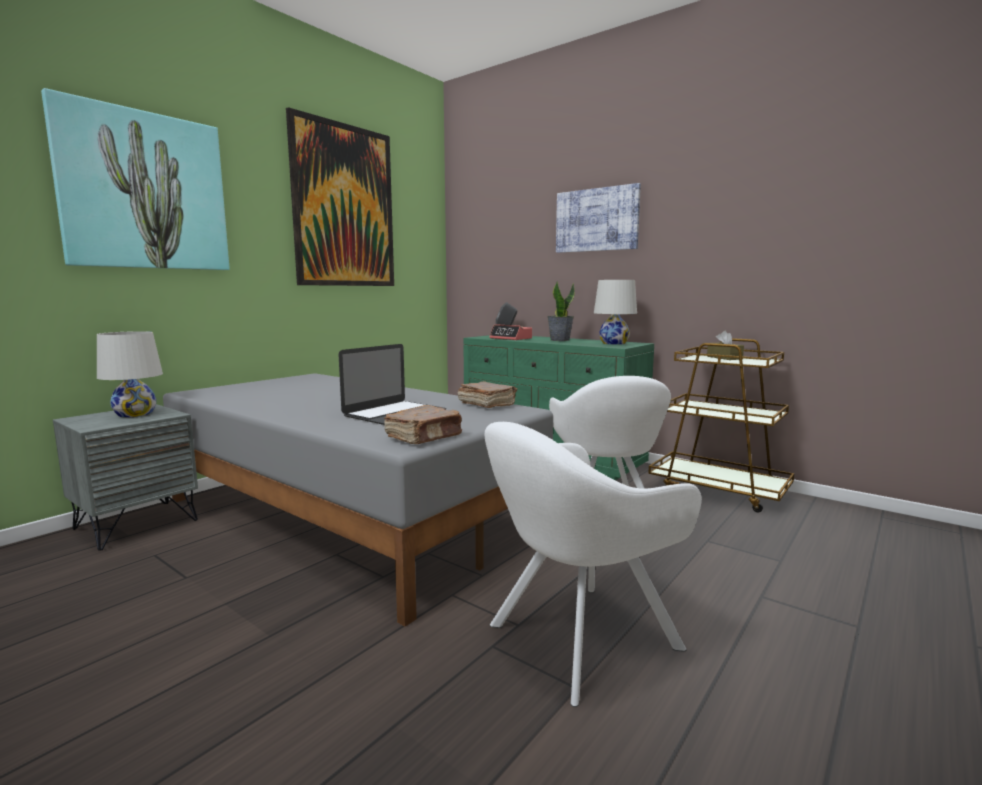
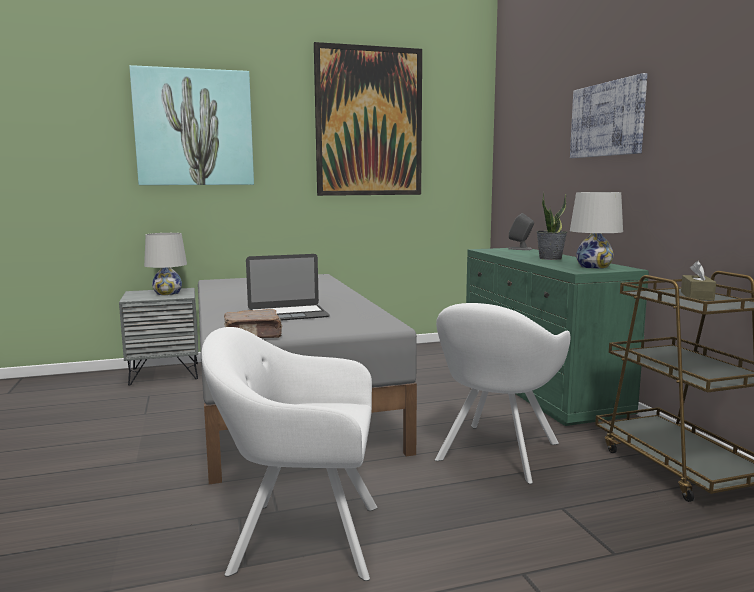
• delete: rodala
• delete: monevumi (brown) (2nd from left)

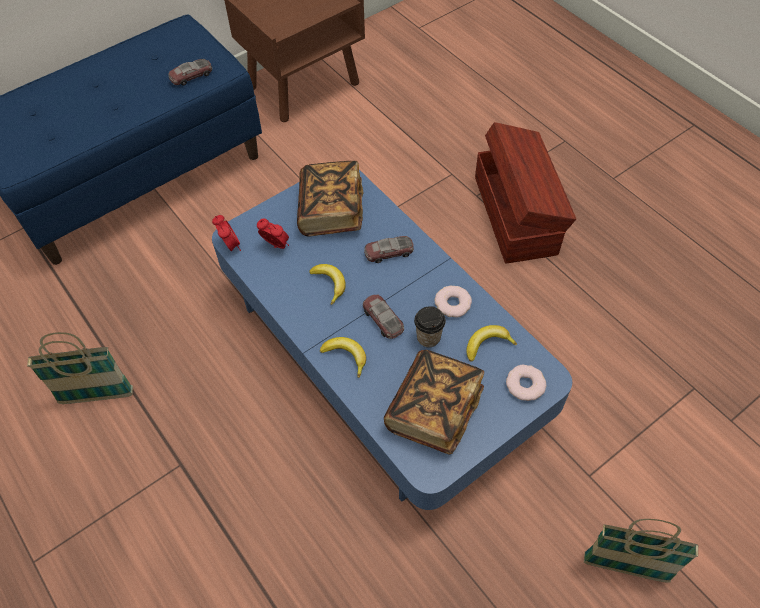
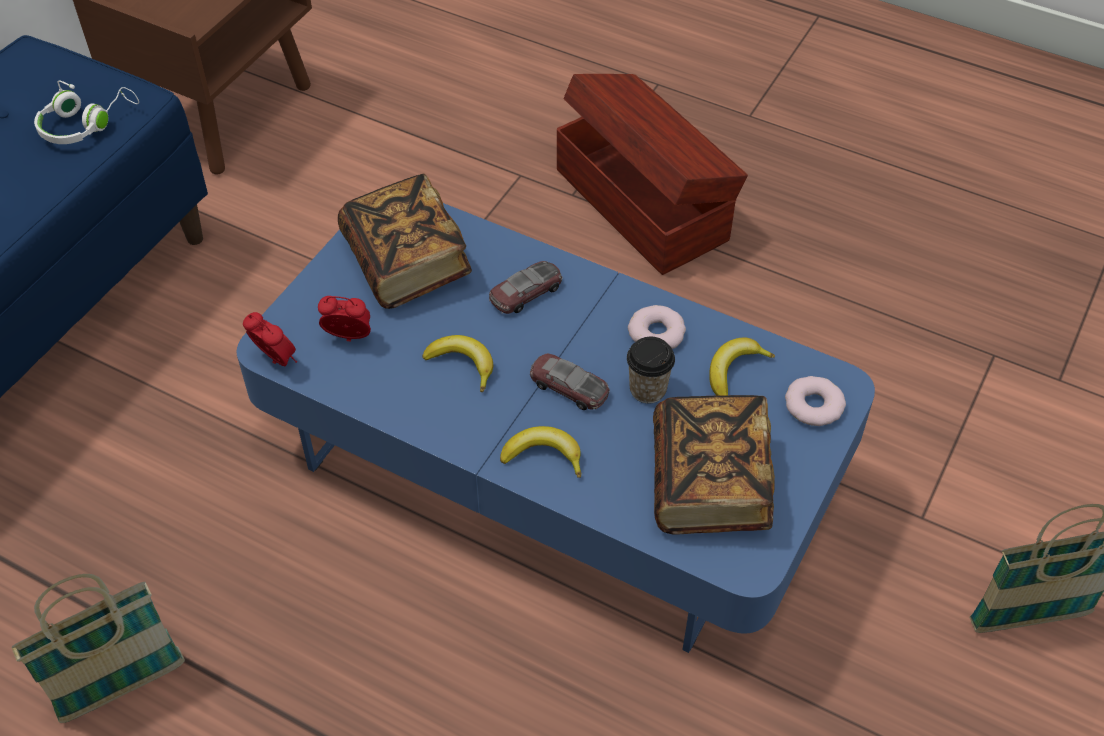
• replace: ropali (1st from left) to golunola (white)

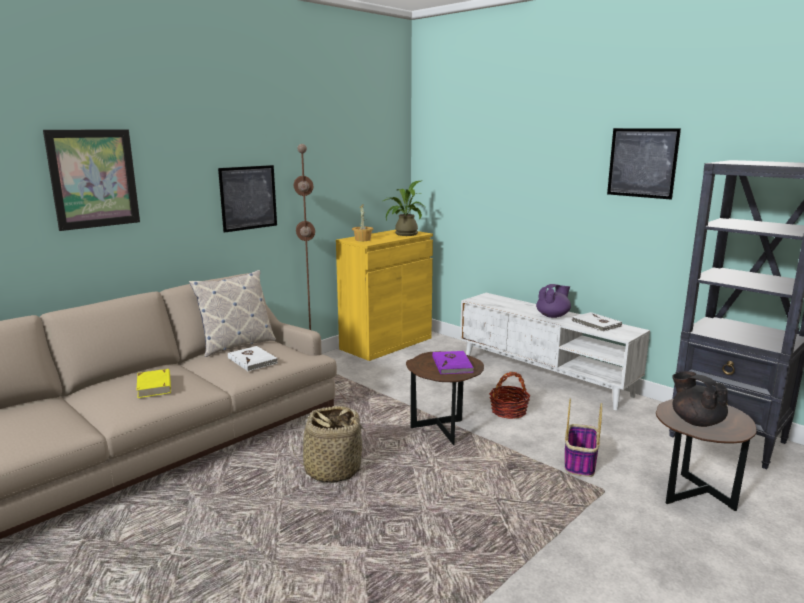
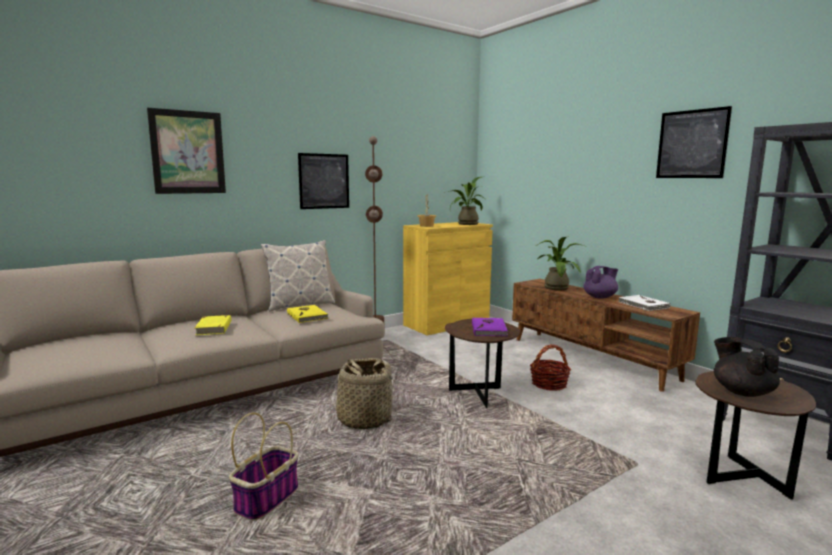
• recolor: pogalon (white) to pogalon (brown)
• recolor: monevumi (white) (1st from left) to monevumi (yellow) (2nd from left)
• move: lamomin (3rd from left in the first image) to lamomin (1st from left)
• insert: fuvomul (3rd from left)

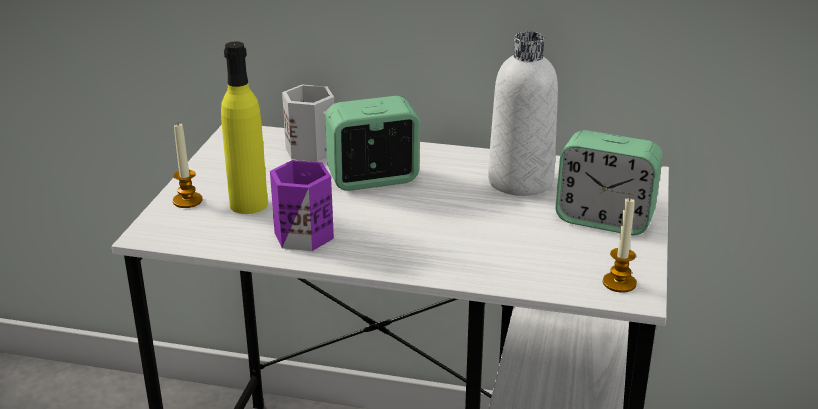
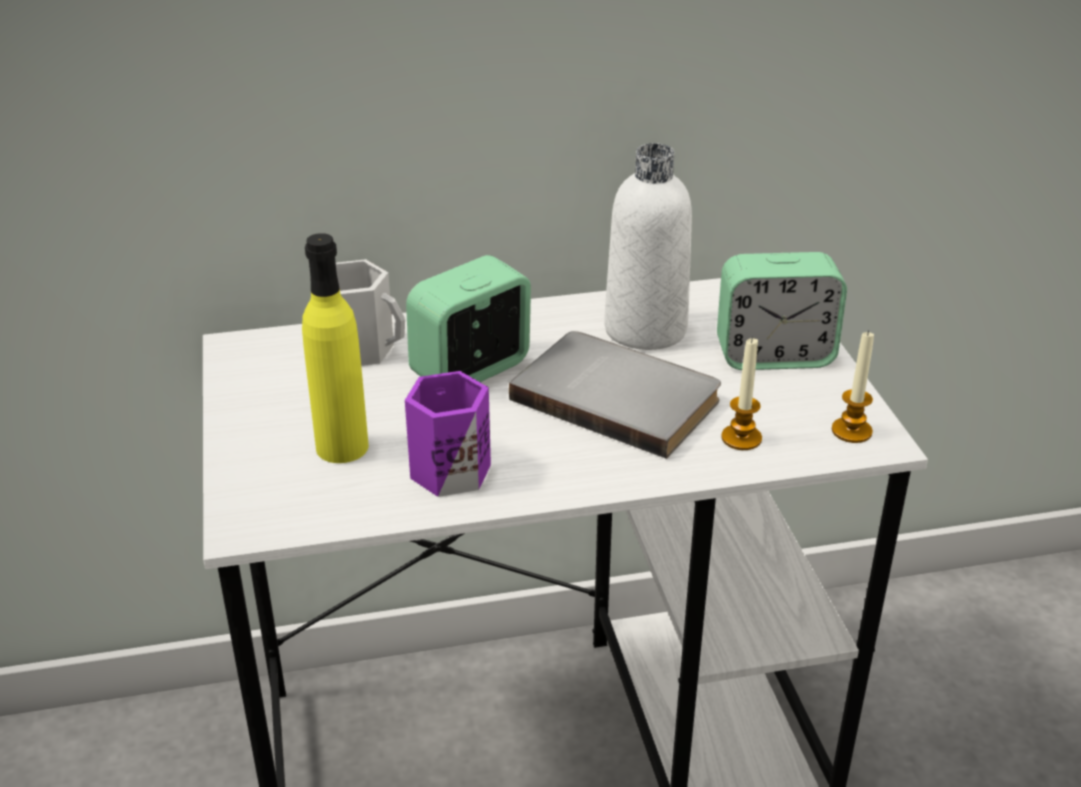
• move: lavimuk (1st from left)
• insert: monevumi (grey)

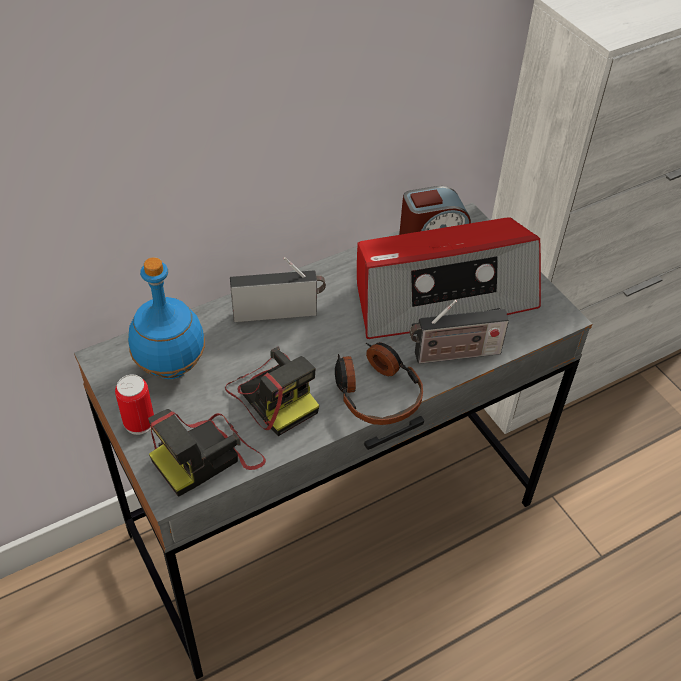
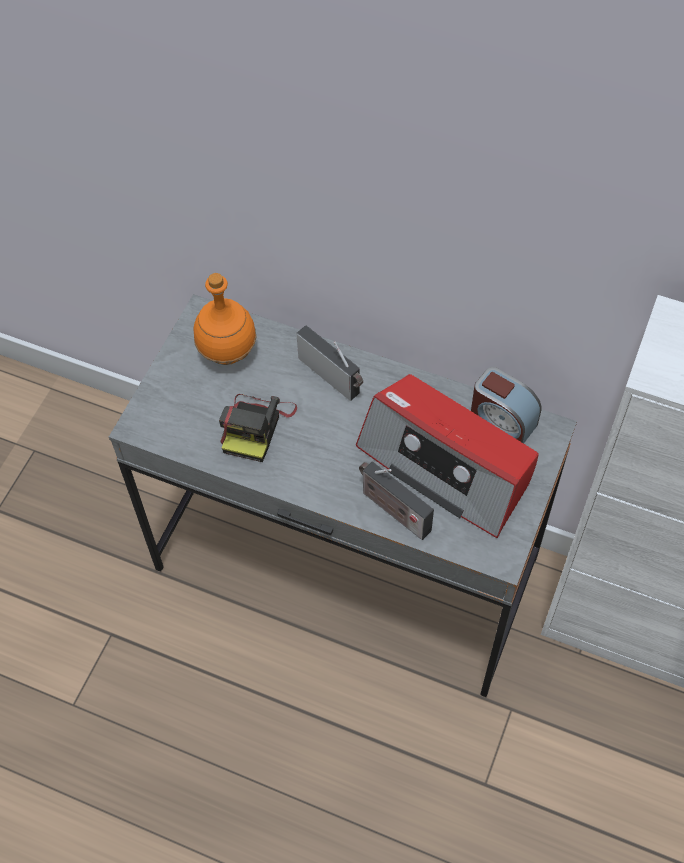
• recolor: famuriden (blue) to famuriden (orange)
• delete: golunola
• delete: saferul
• delete: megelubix (1st from left)

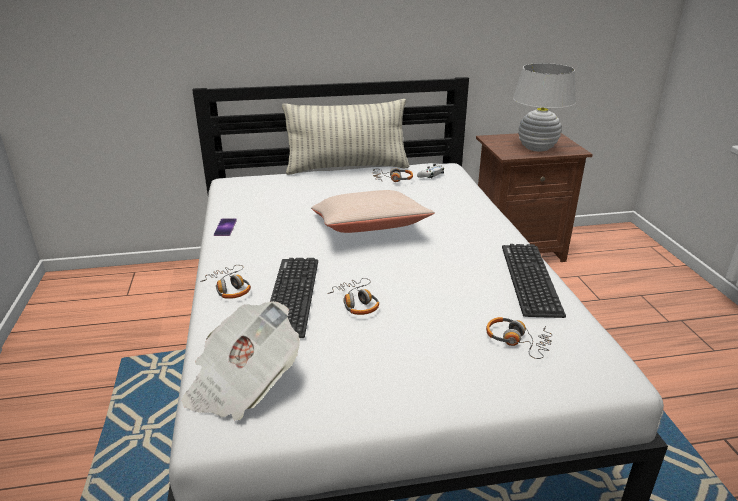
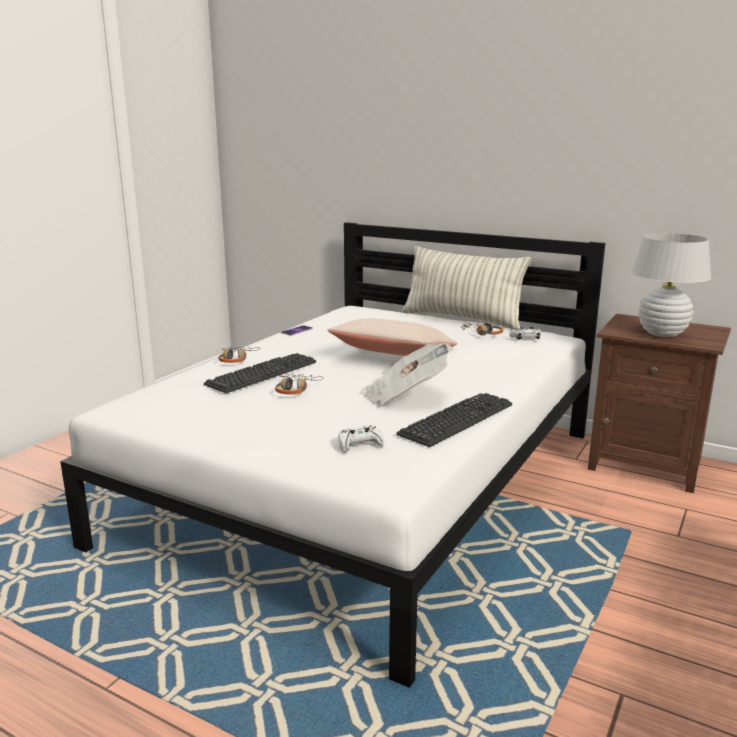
• move: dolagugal
• replace: golunola (4th from left) to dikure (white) (1st from left)

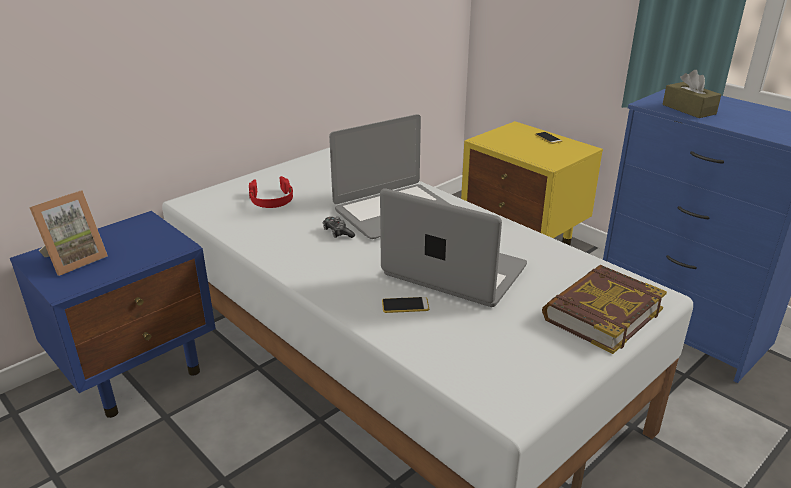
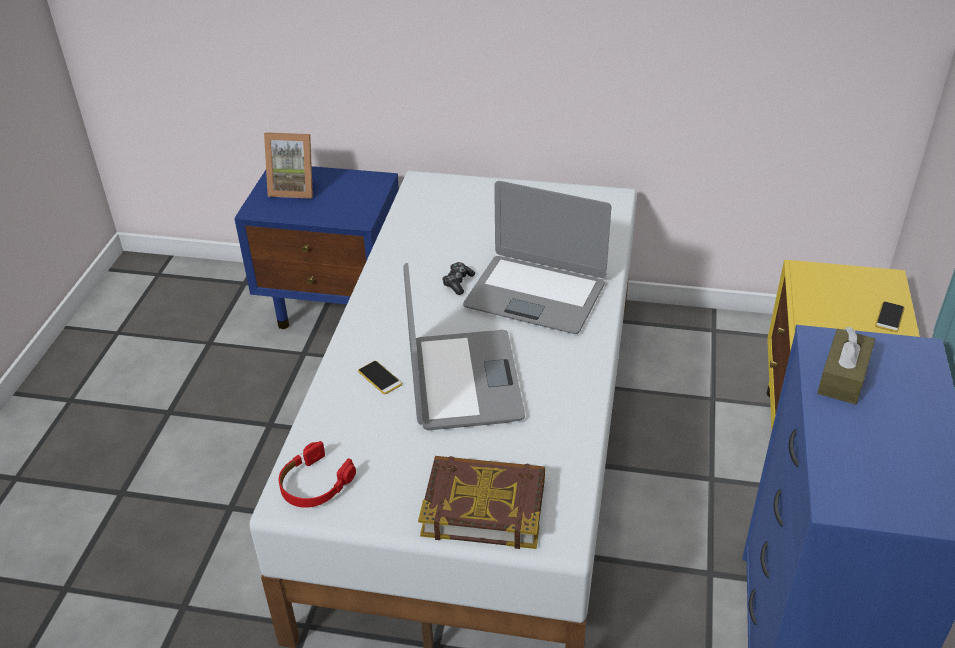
• move: golunola (red)

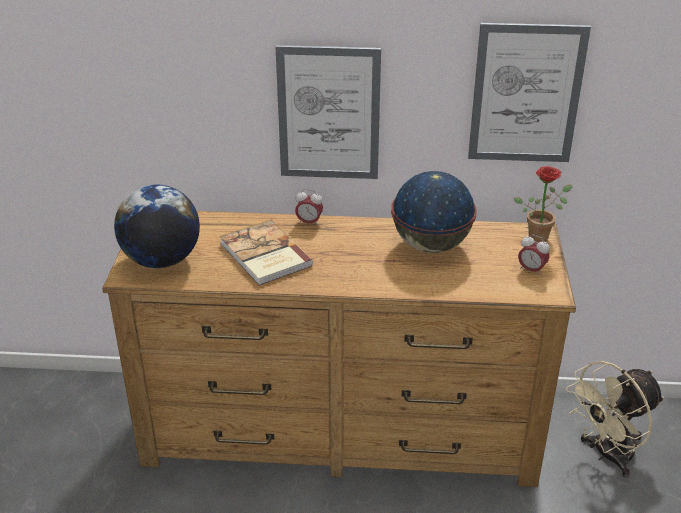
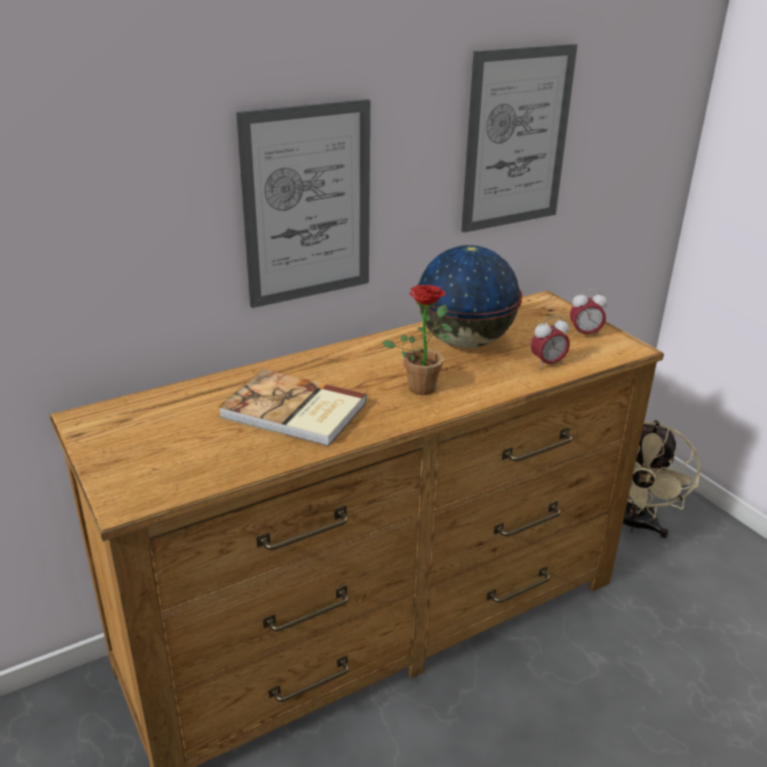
• move: fuvomul
• delete: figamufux (1st from left)
• move: rodala (1st from left)

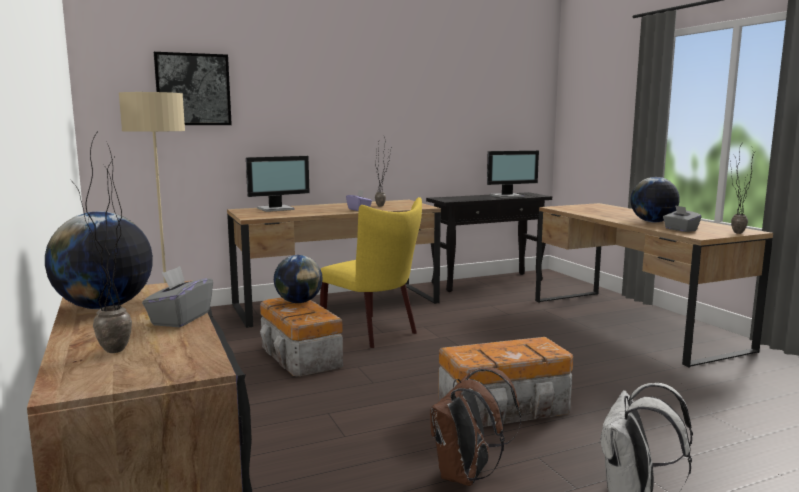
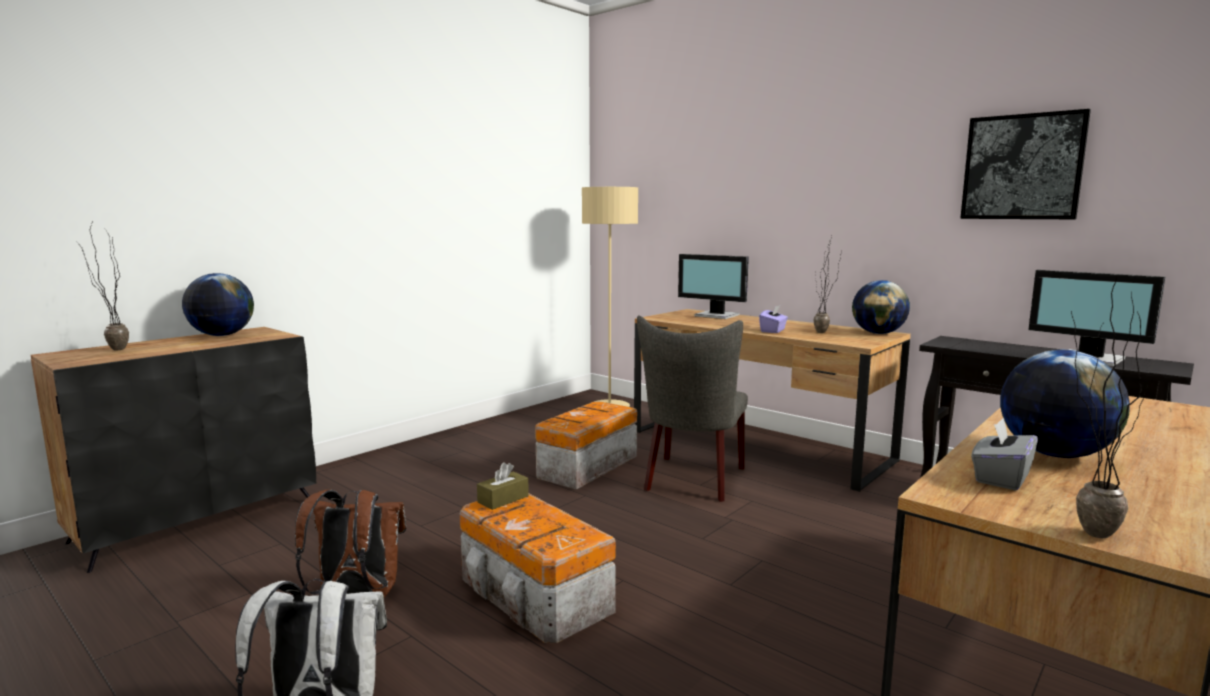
• move: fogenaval
• recolor: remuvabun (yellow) to remuvabun (grey)
• move: figamufux (2nd from left)
• delete: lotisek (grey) (1st from left)
• insert: lotisek (brown)

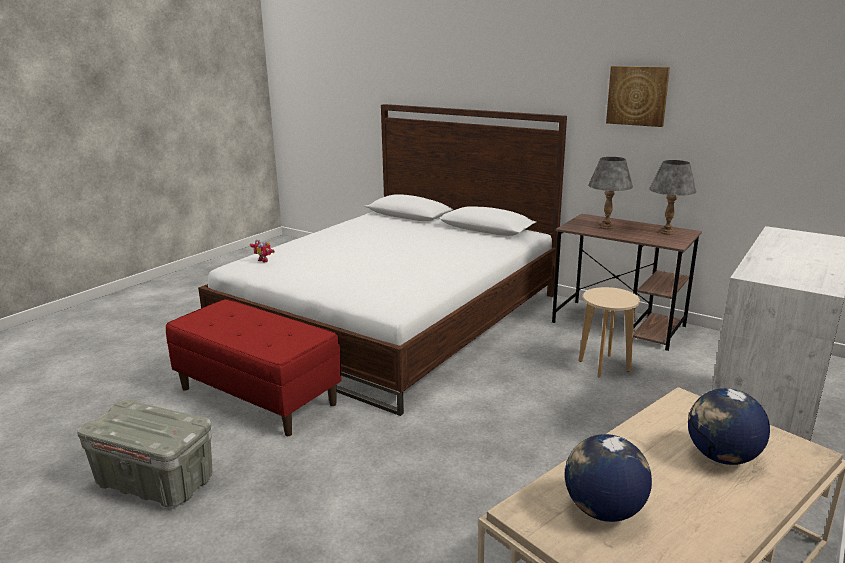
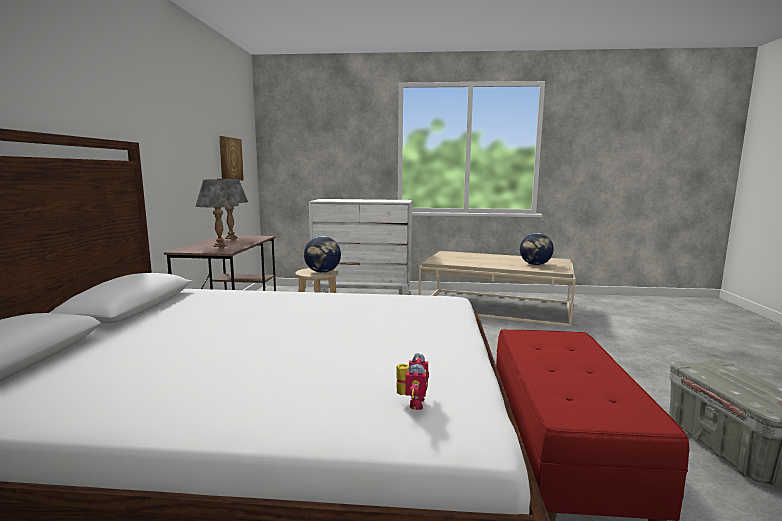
• move: fogenaval
• move: figamufux (2nd from left in the first image) to figamufux (1st from left)

